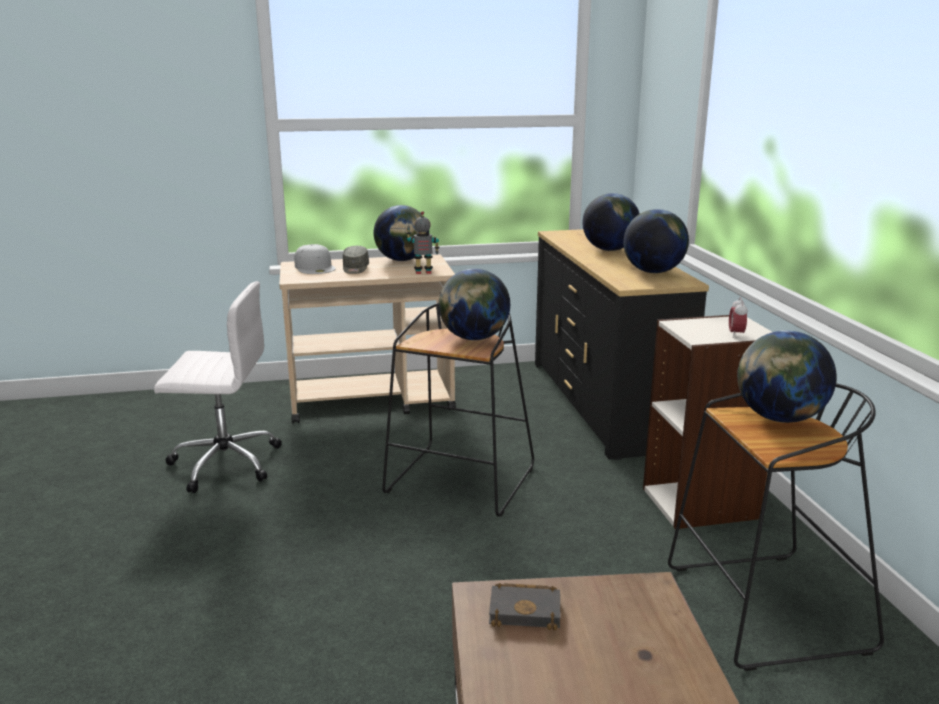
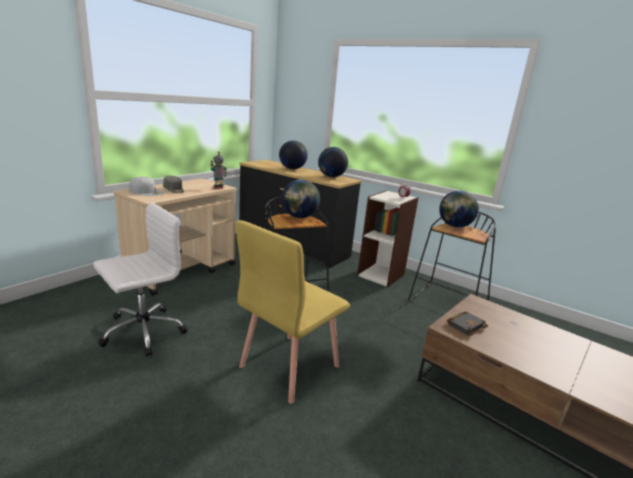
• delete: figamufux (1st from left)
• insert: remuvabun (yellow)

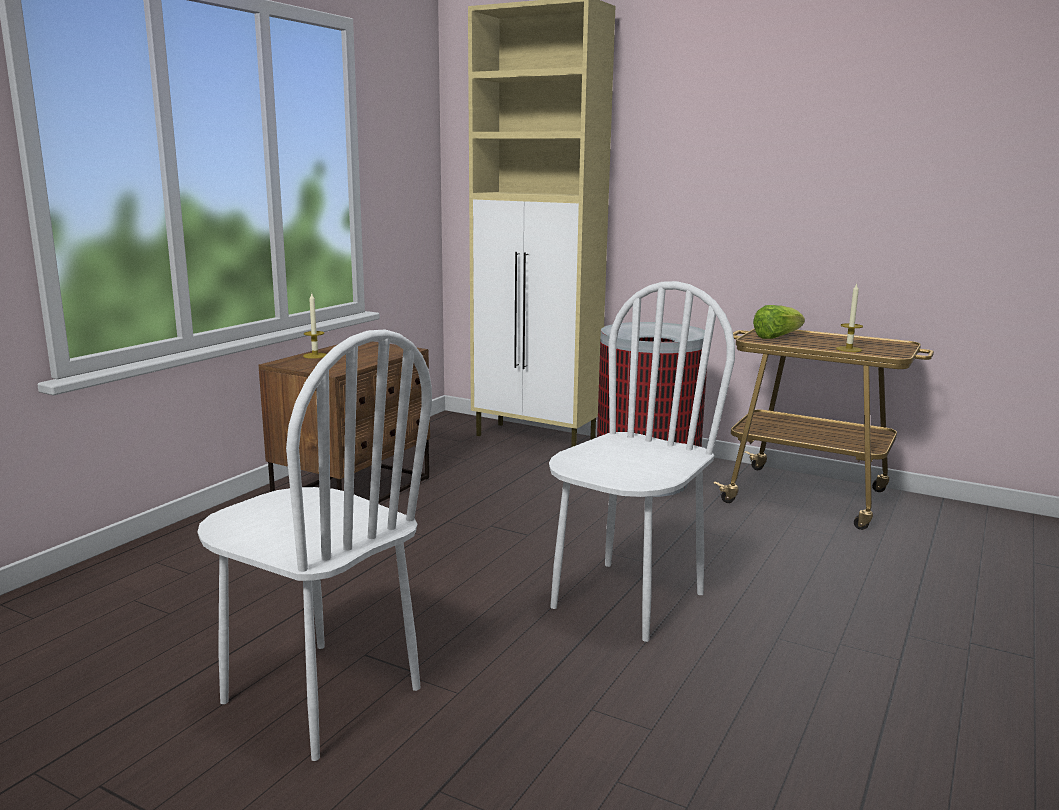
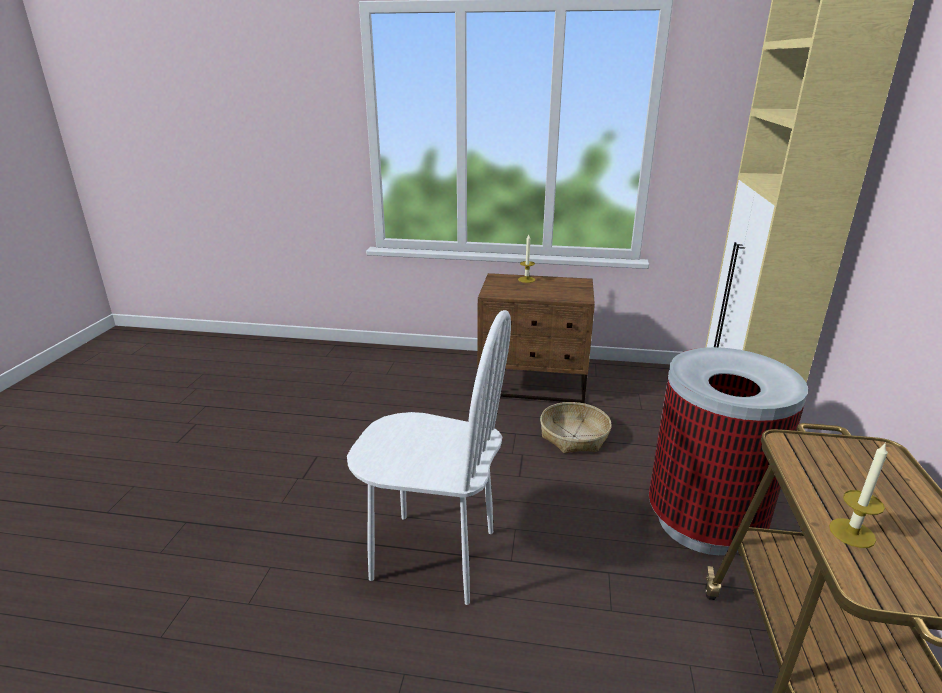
• delete: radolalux
• delete: remuvabun (white) (1st from left)
• insert: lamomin

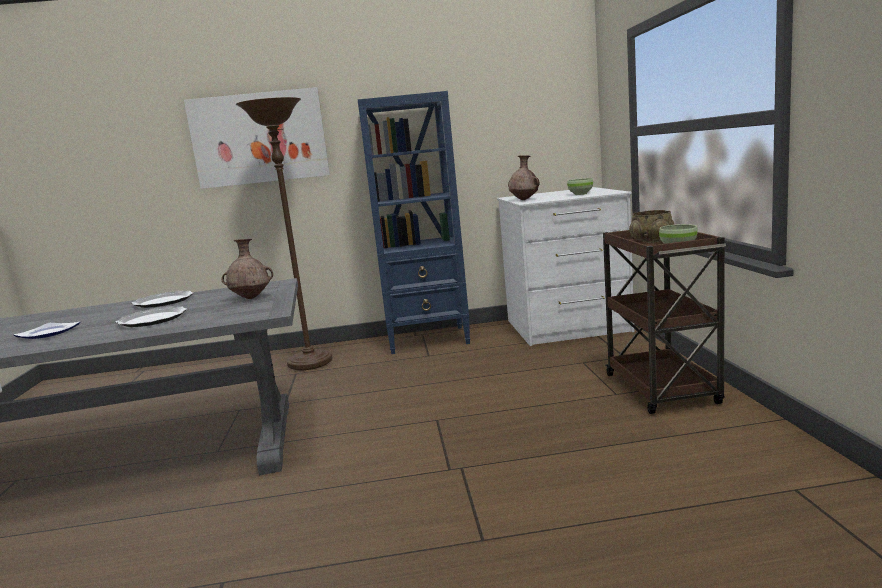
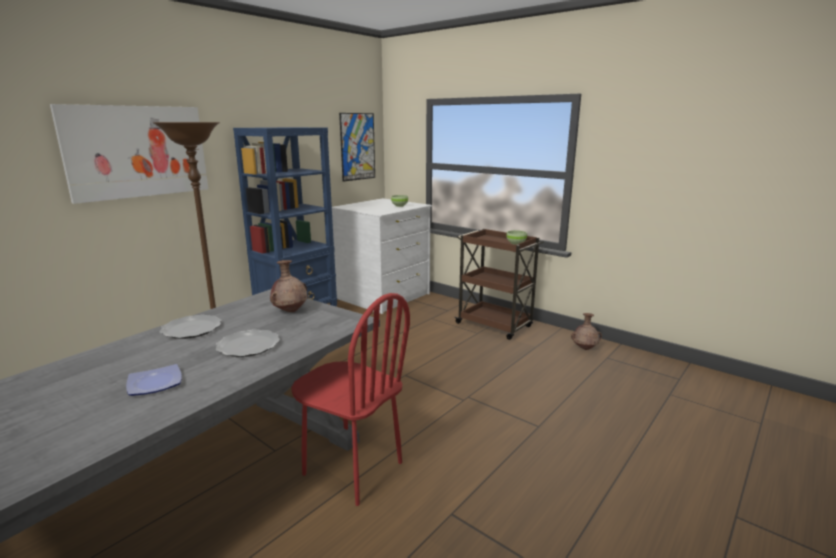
• move: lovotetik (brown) (2nd from left)
• delete: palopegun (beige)
• insert: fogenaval (2nd from left)
• insert: remuvabun (red)

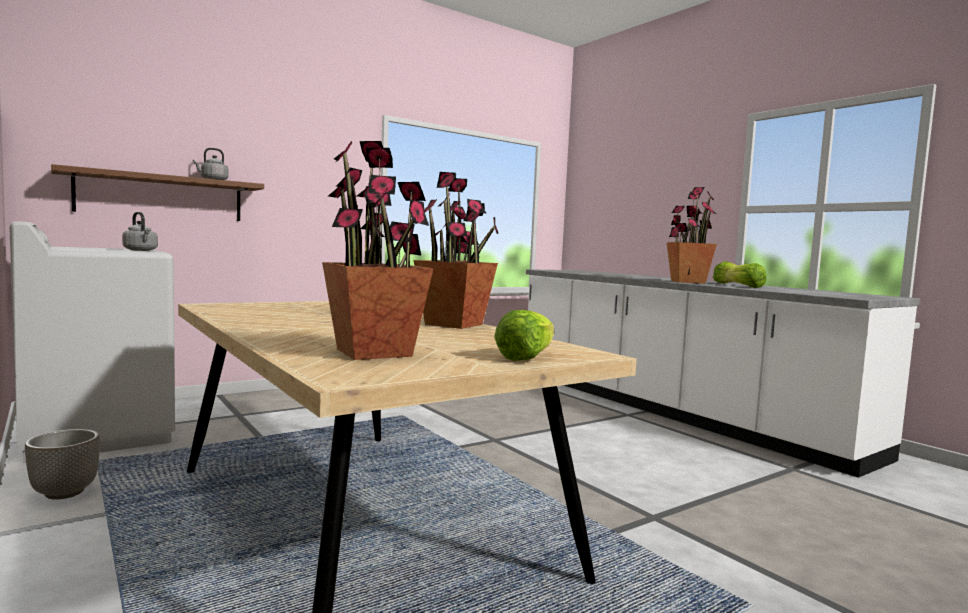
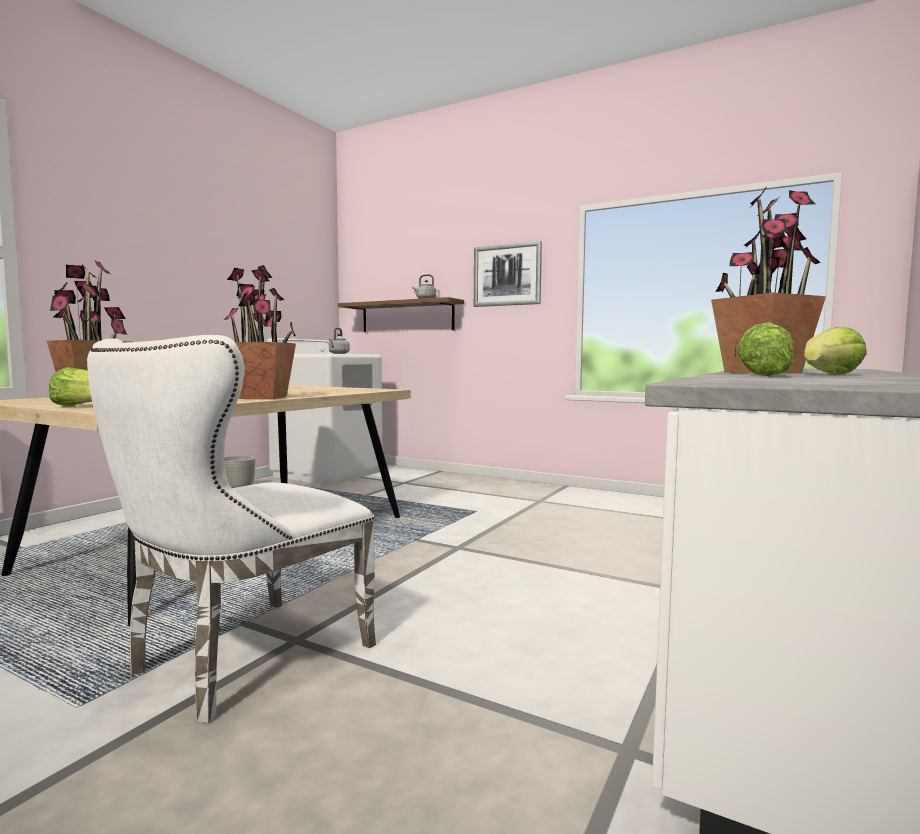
• insert: fogenaval
• insert: remuvabun (white)

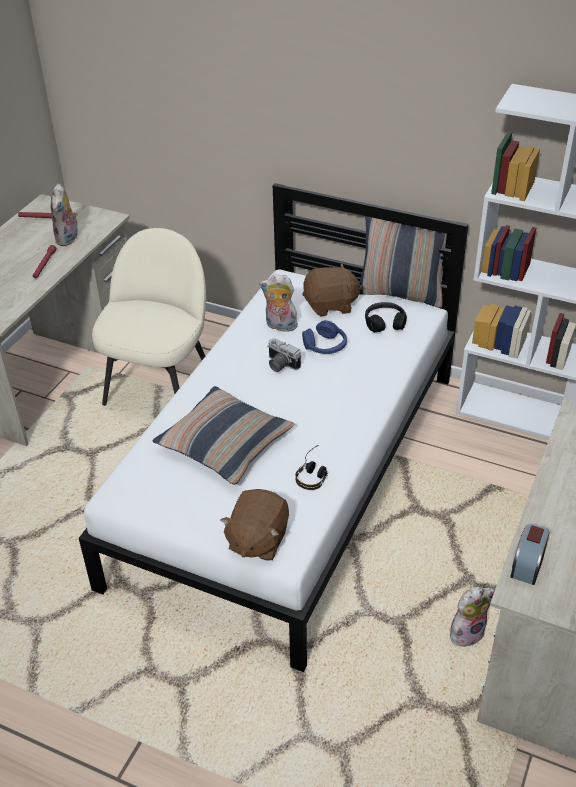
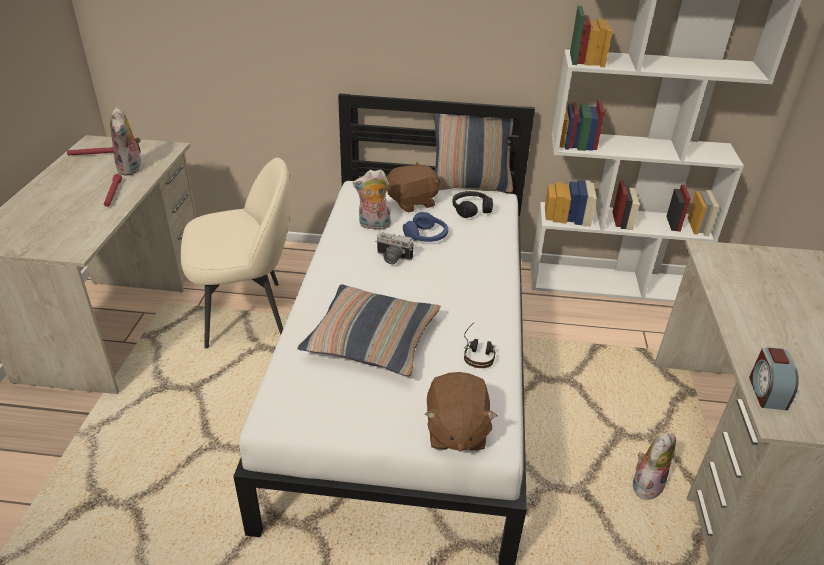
• rotate: remuvabun (beige) 75 degrees clockwise

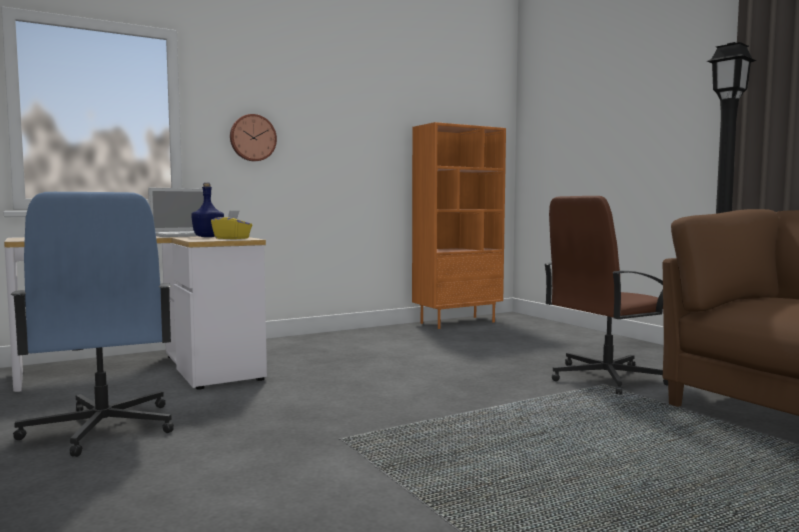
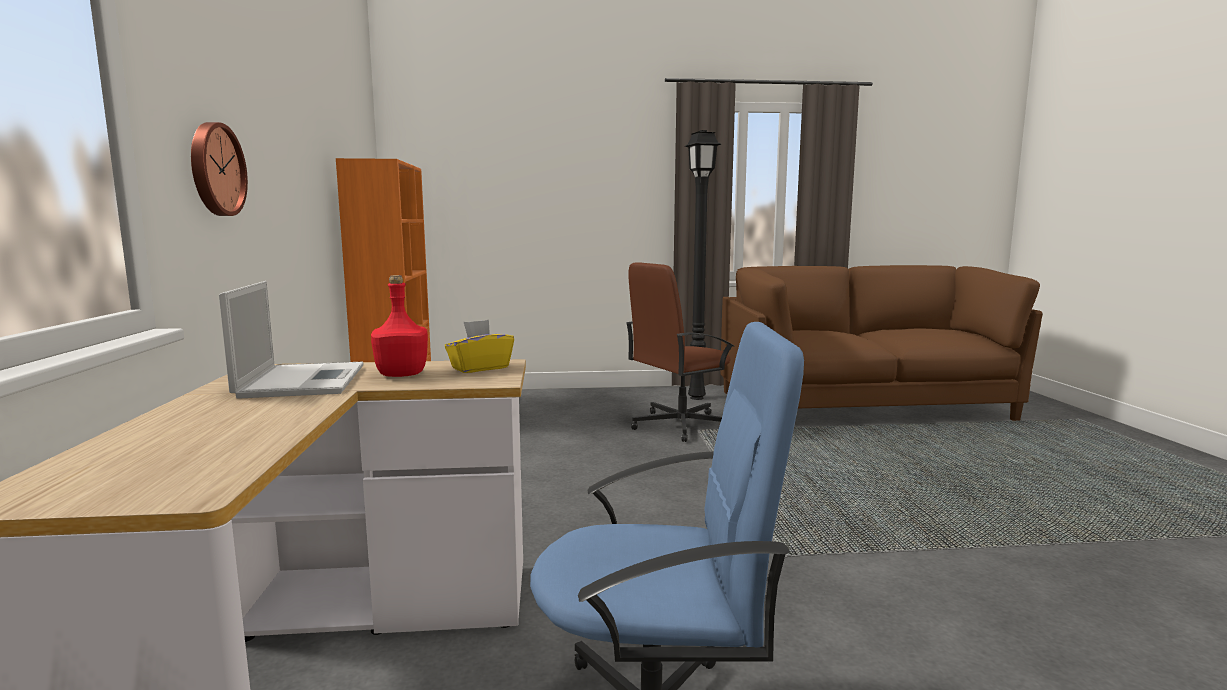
• recolor: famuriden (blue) to famuriden (red)
• rotate: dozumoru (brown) 60 degrees clockwise

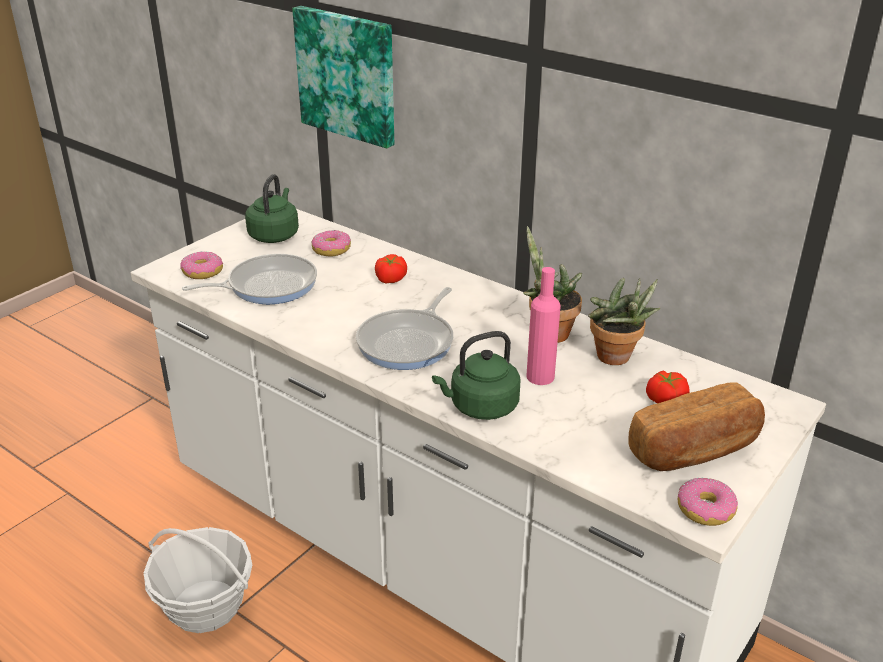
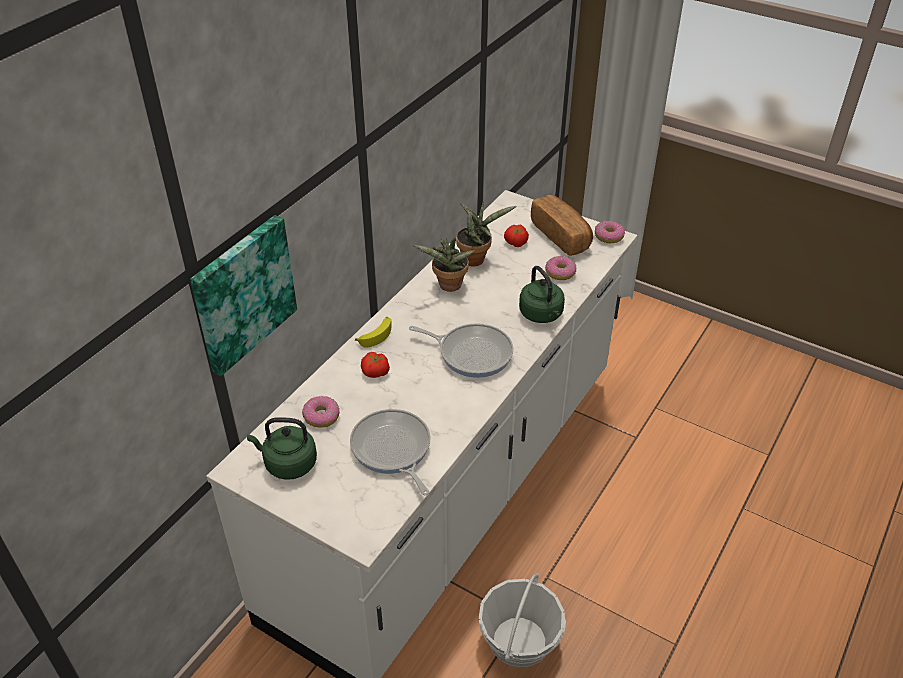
• move: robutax (1st from left in the first image) to robutax (2nd from left)
• delete: famuriden (pink)
• insert: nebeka

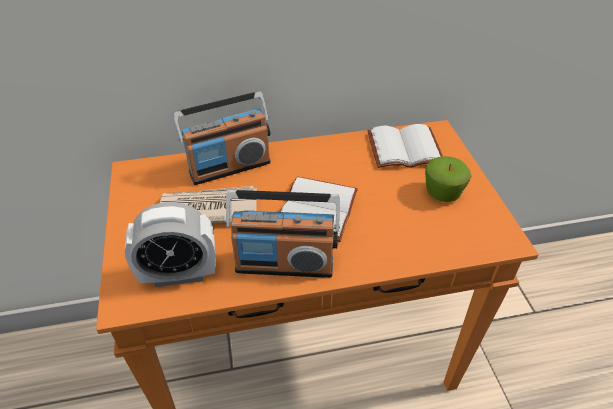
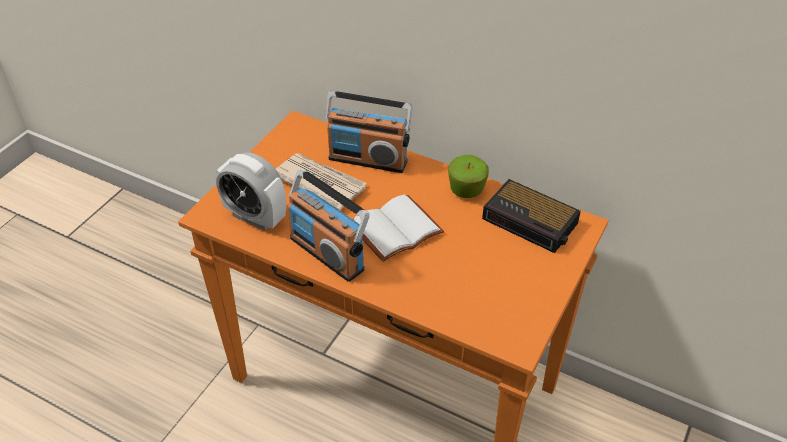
• replace: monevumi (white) (2nd from left) to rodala (2nd from left)
• move: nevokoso

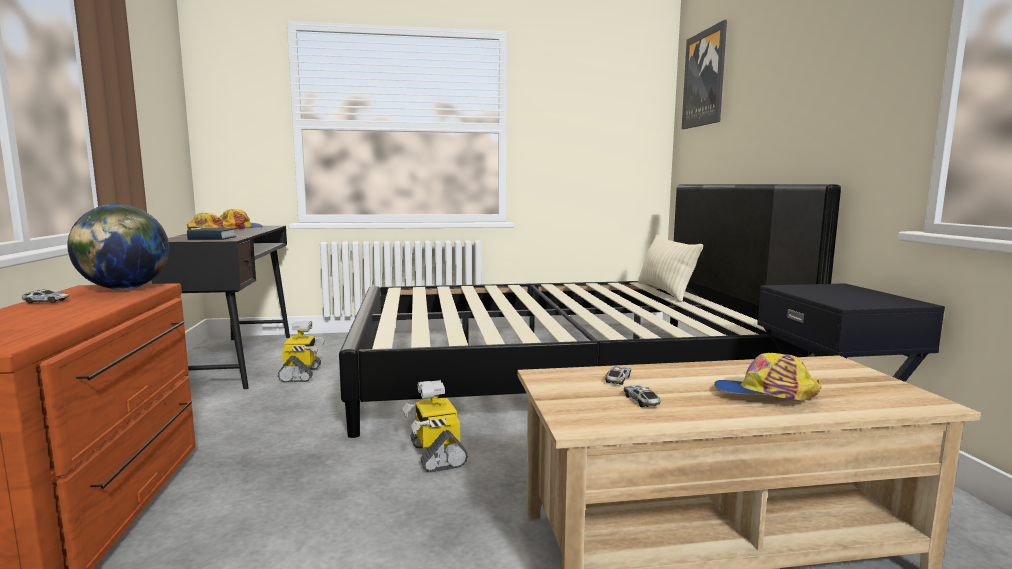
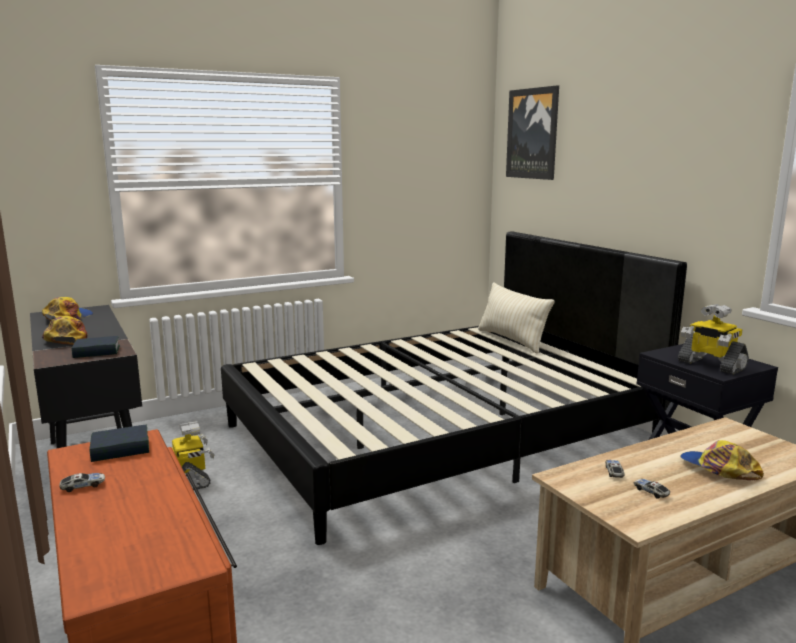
• replace: figamufux to monevumi (2nd from left)
• rotate: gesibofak (3rd from left) 60 degrees clockwise
• move: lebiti (2nd from left)

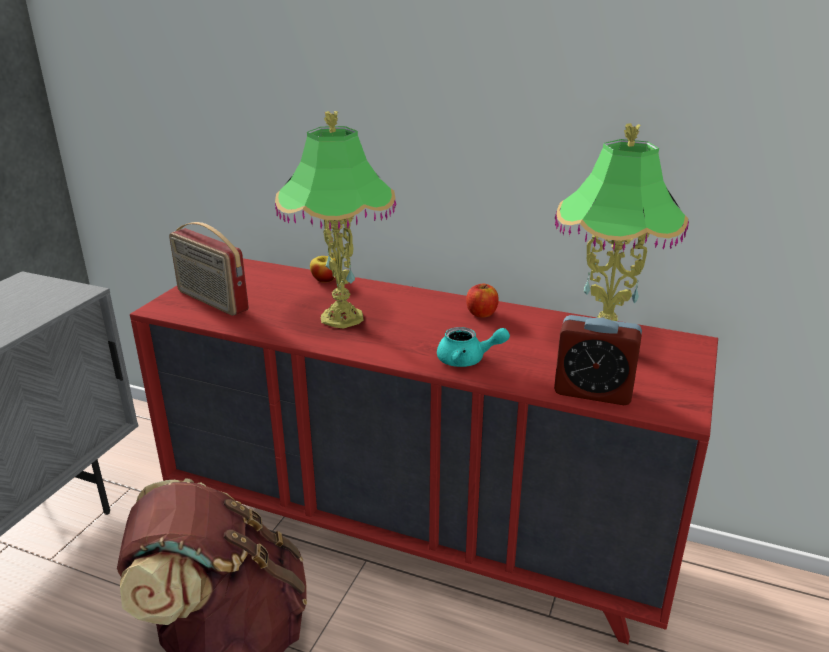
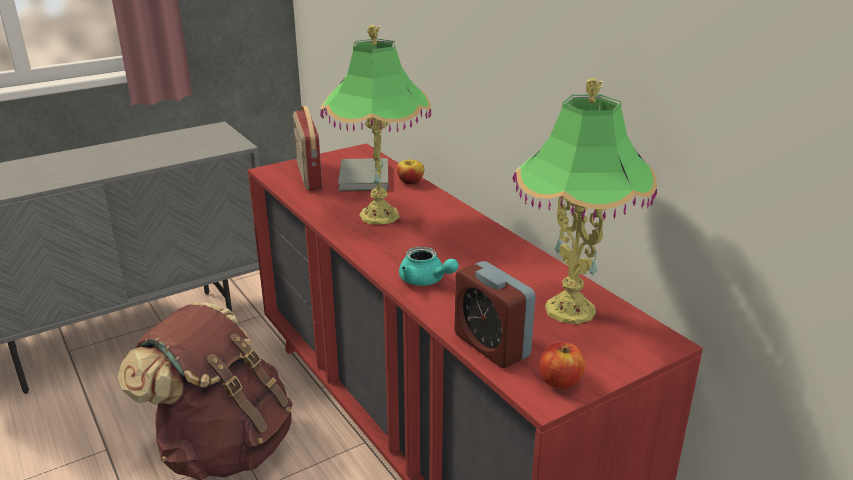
• move: nevokoso (2nd from left)
• insert: monevumi (grey)

